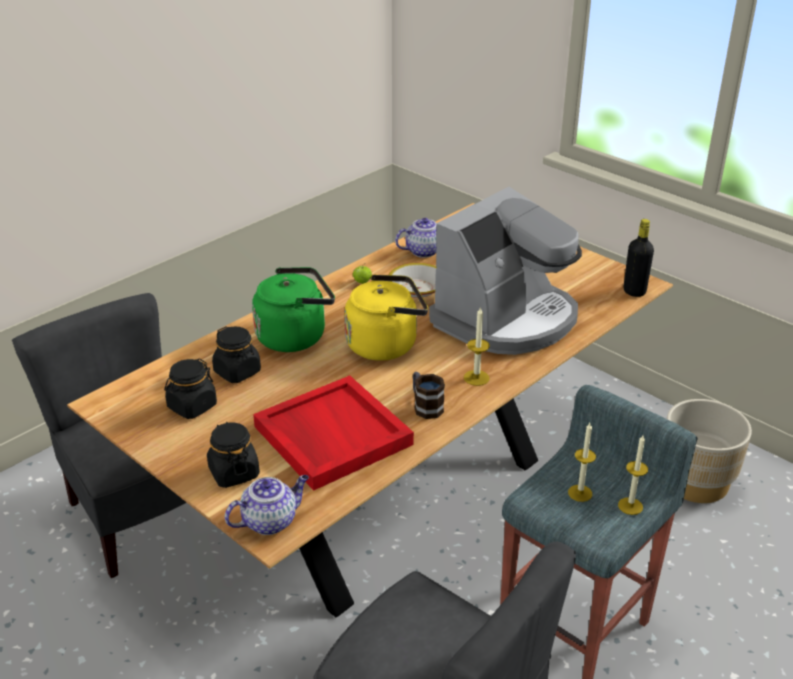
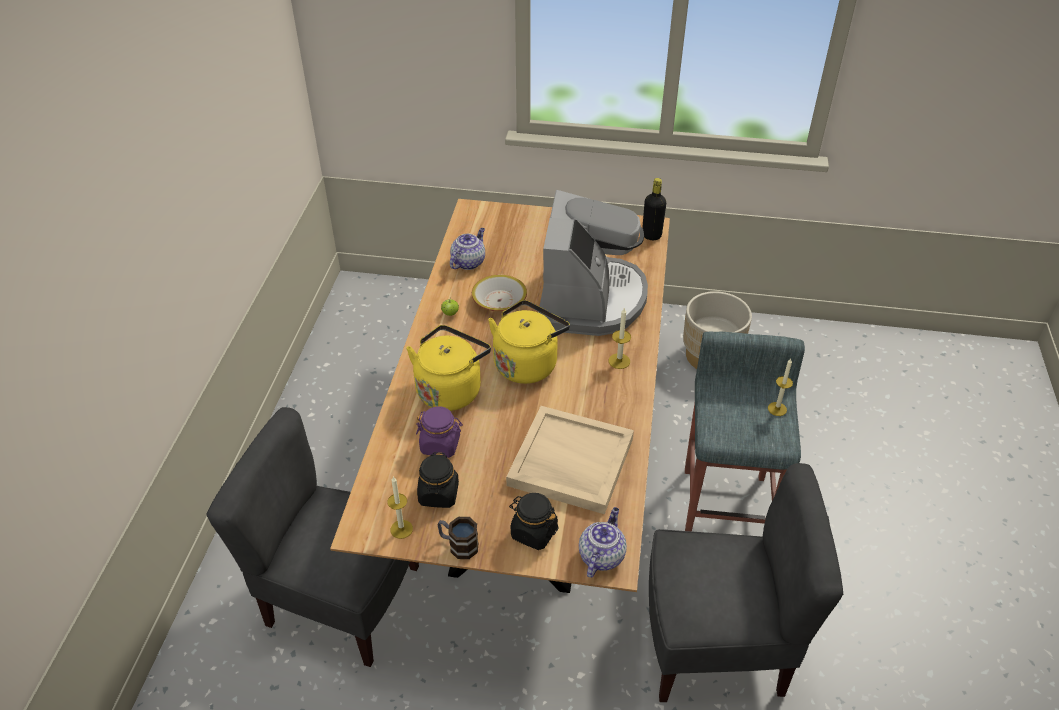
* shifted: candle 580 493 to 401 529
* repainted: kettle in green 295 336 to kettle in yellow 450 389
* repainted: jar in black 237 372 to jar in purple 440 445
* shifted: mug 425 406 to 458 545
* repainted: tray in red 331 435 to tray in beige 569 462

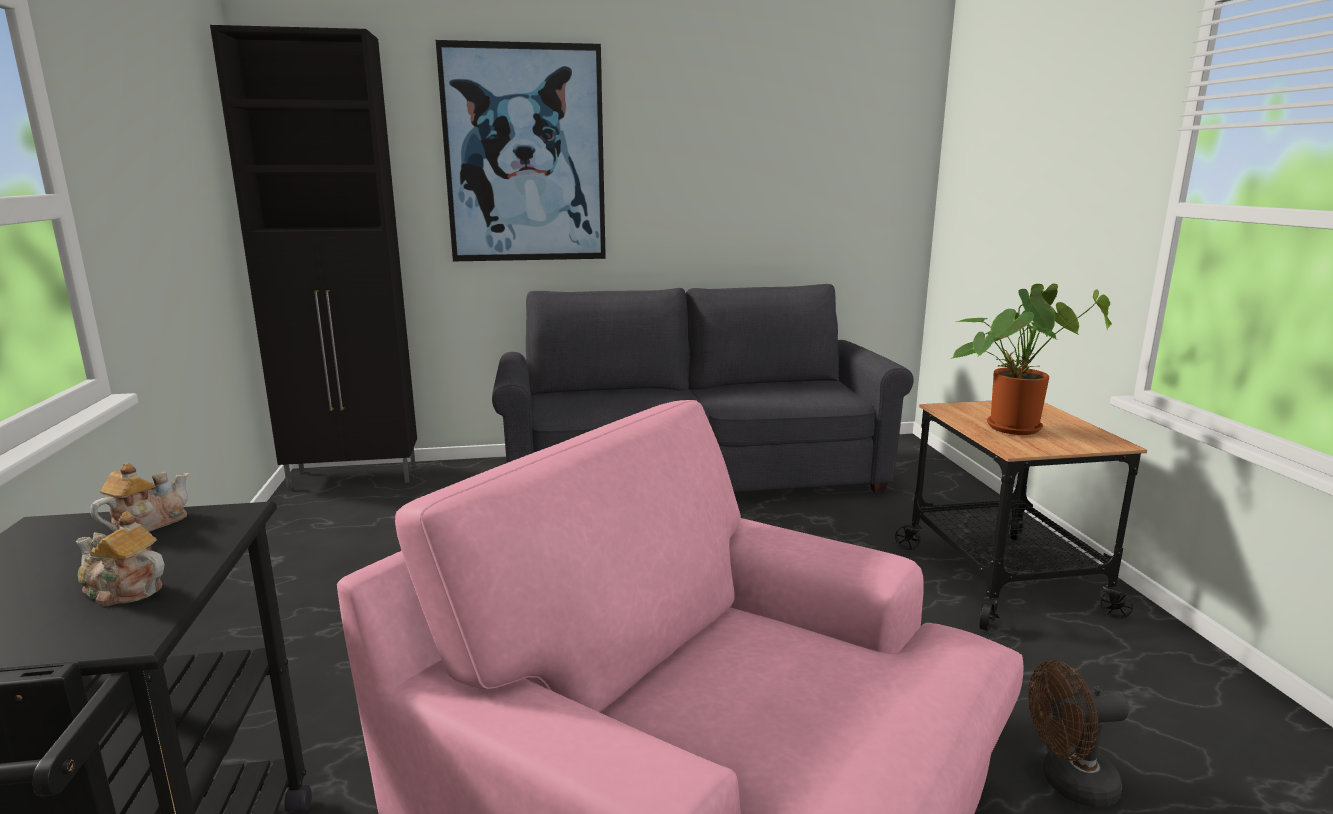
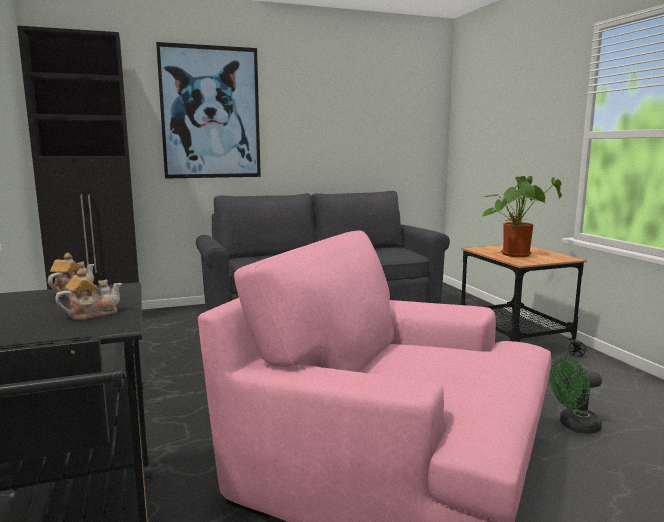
* rotated: teapot 124 591 = 92 314 135 degrees clockwise
* repainted: fan in brown 1068 783 to fan in green 574 426

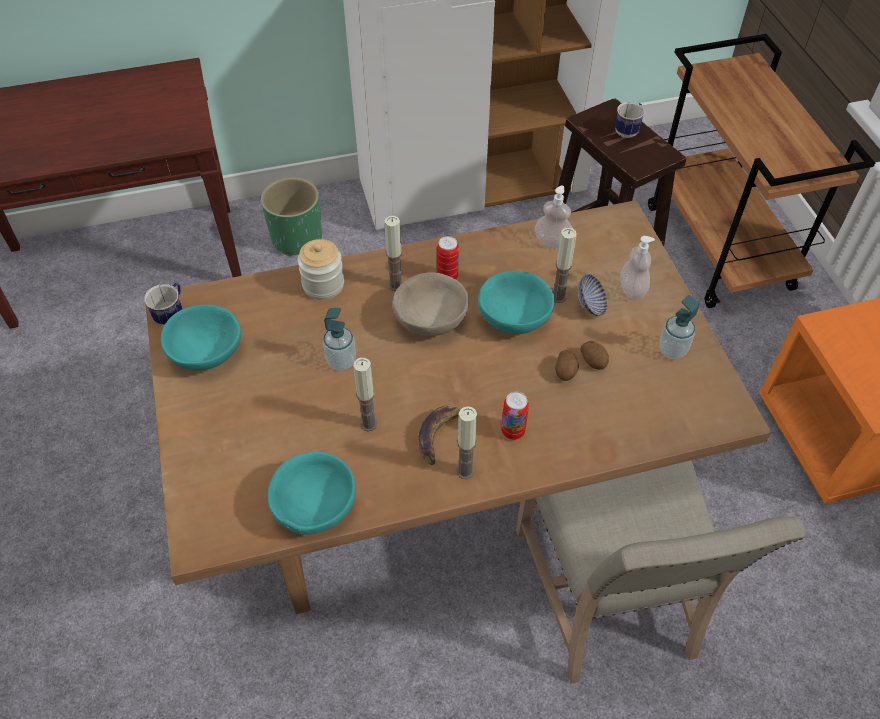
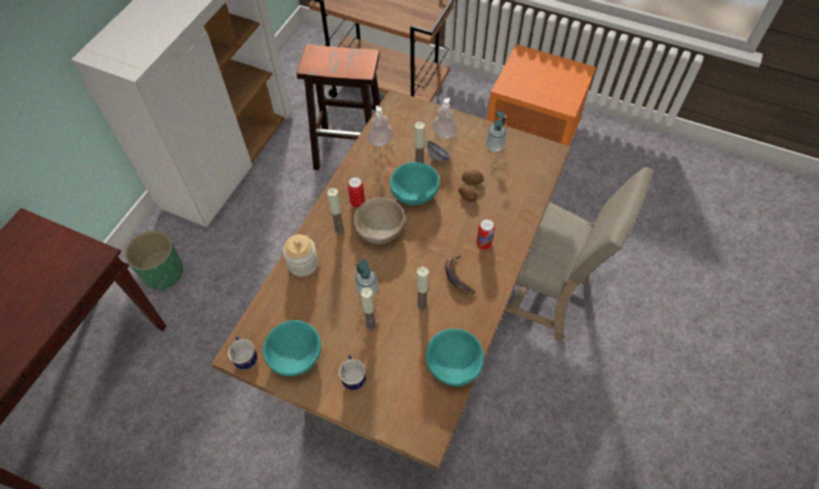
* shifted: mug 628 131 to 353 377
* shifted: candle 465 471 to 371 324

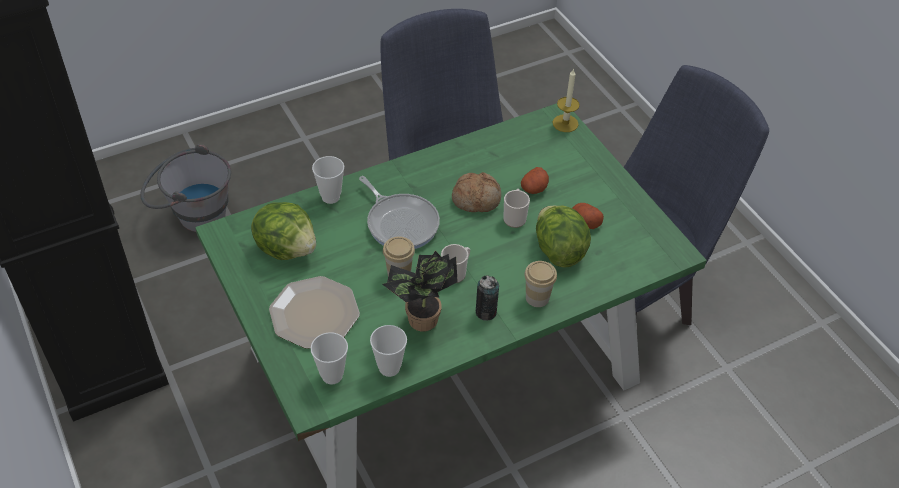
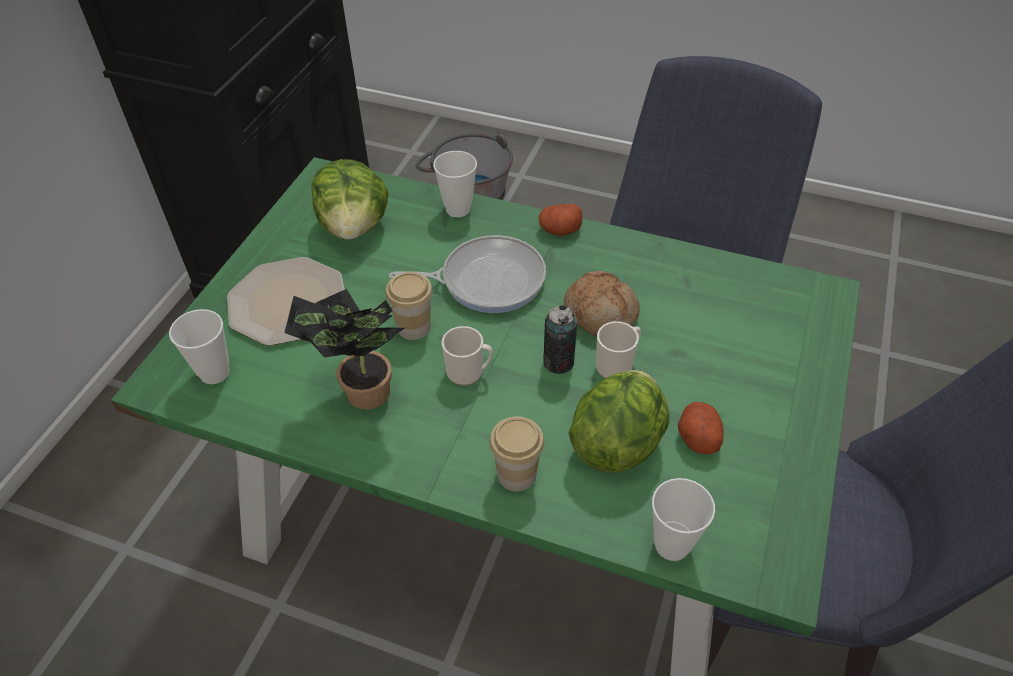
* rotated: frying pan 400 223 = 487 280 105 degrees counterclockwise
* shifted: potato 534 188 to 559 230
* shifted: can 486 312 to 558 362
* shifted: cup 389 368 to 672 545
* gone: candle 565 123

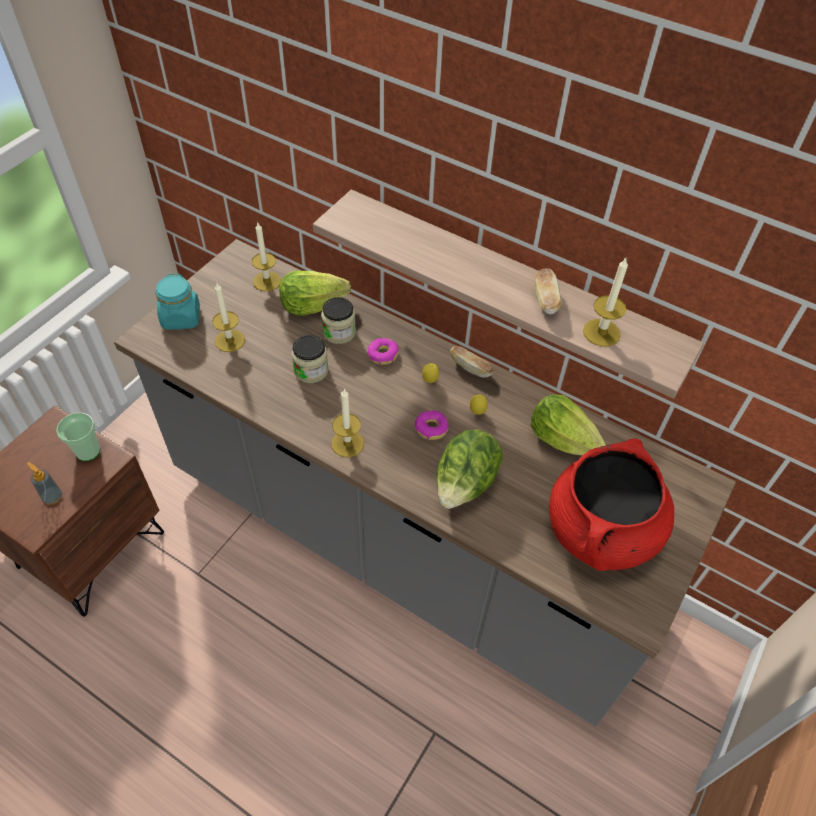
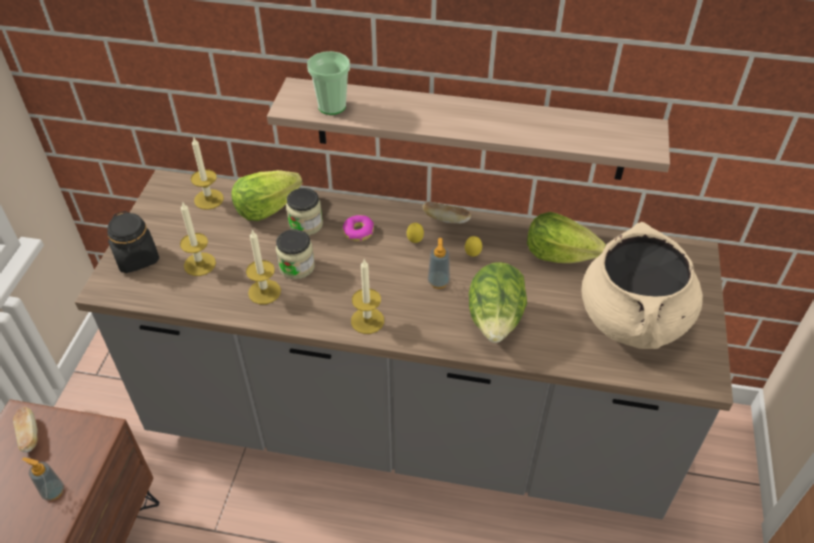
* shifted: bread 545 300 to 29 435
* repainted: jar in turquoise 181 318 to jar in black 137 258
* shifted: candle 601 332 to 264 292
* shifted: cup 88 451 to 332 106
* swapped: donut 431 428 to soap dispenser 438 282
* repainted: cooking pot in red 601 531 to cooking pot in beige 633 319

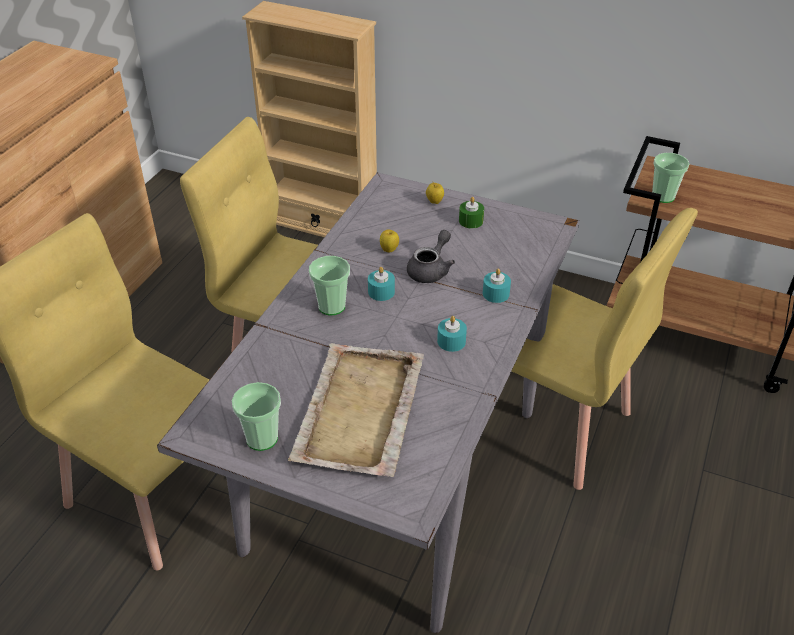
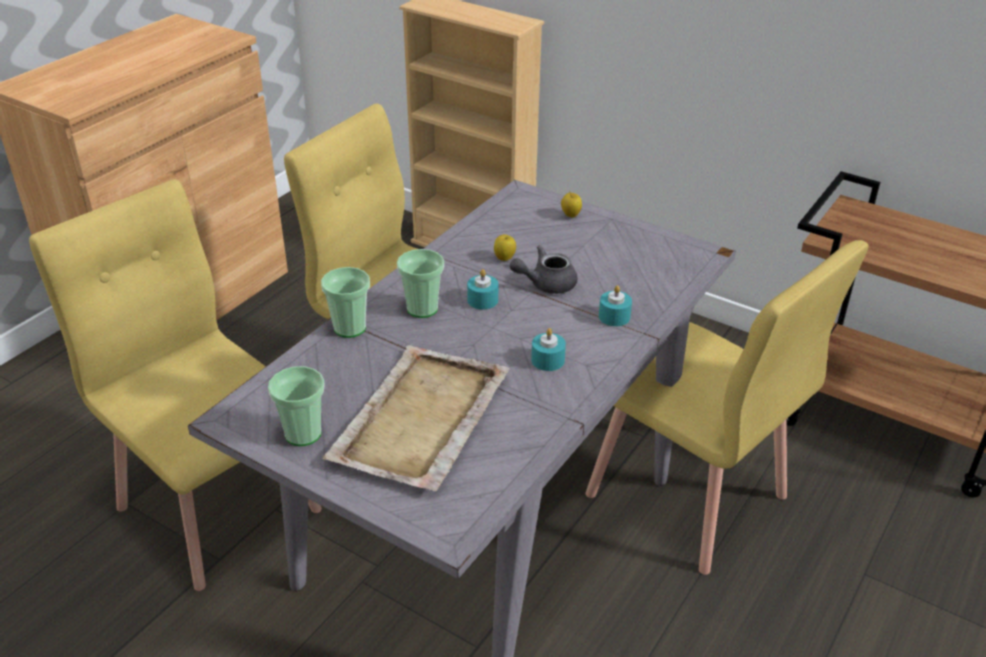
* shifted: cup 663 196 to 350 328
* rotated: teapot in grey 431 270 = 546 284 150 degrees counterclockwise
* gone: candle in green 471 221

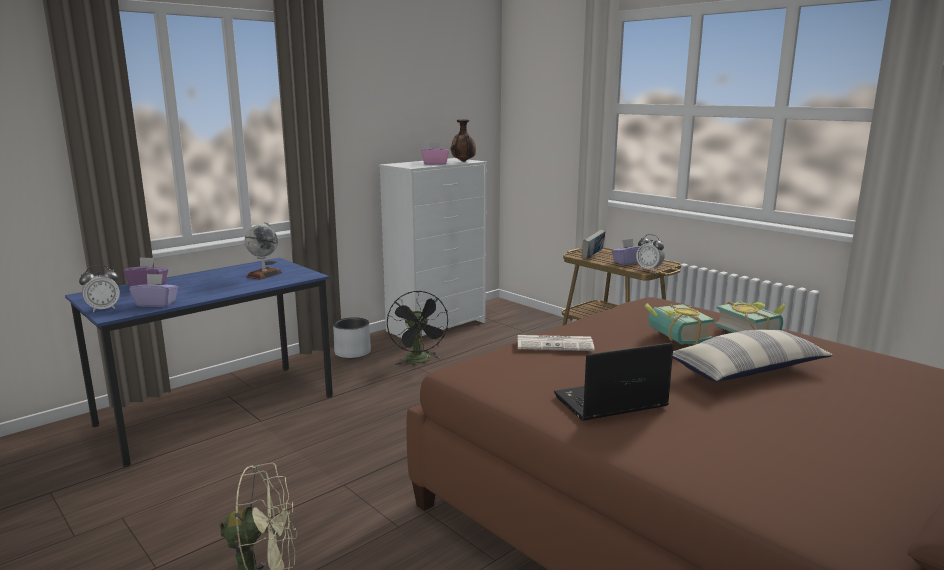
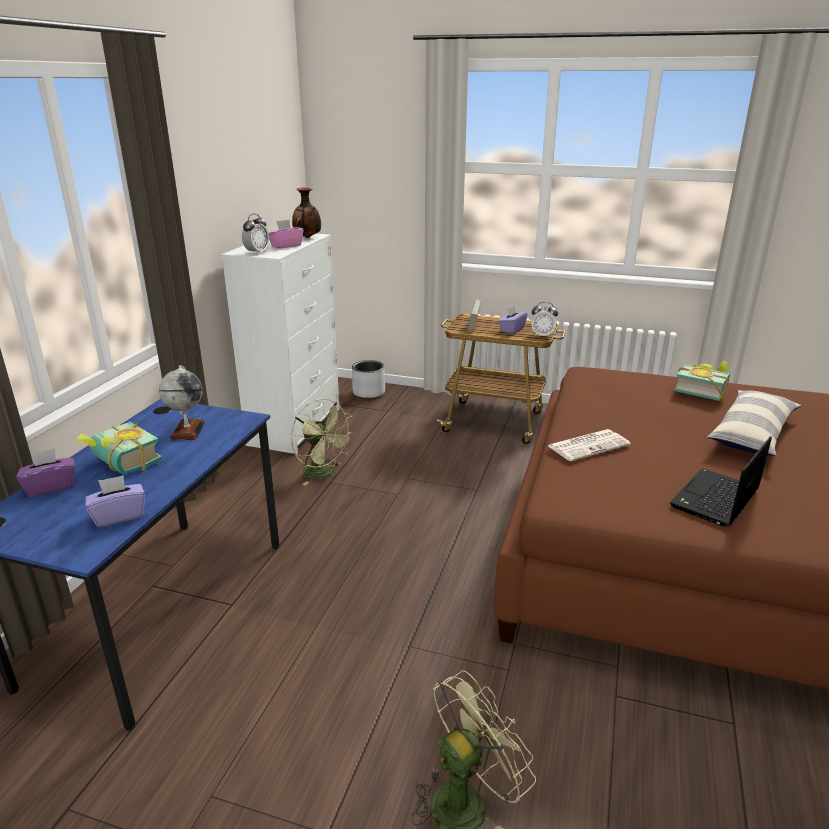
* shifted: book 673 337 to 121 464
* shifted: alarm clock 103 309 to 257 252
* repainted: fan in black 419 361 to fan in green 323 474
* shifted: planter in grey 353 353 to 369 392

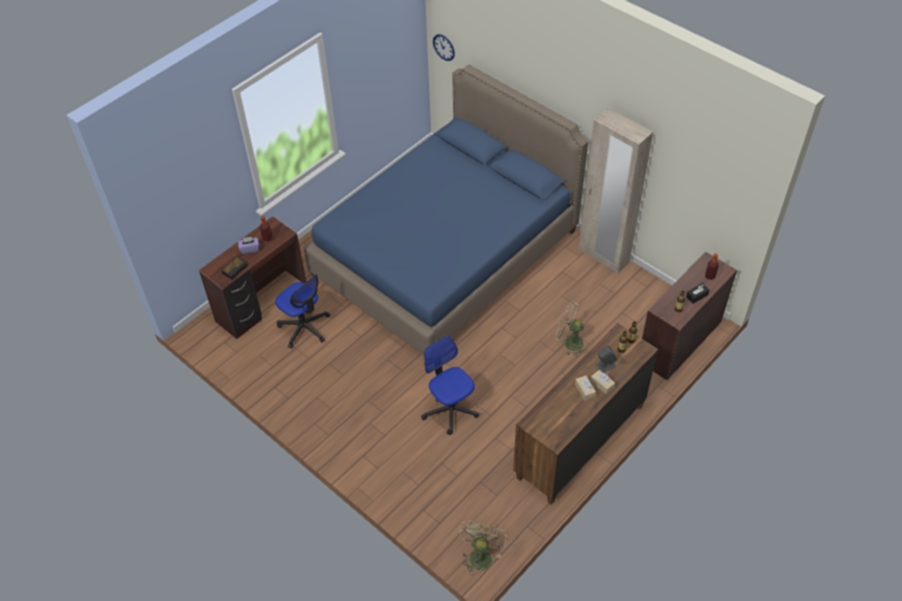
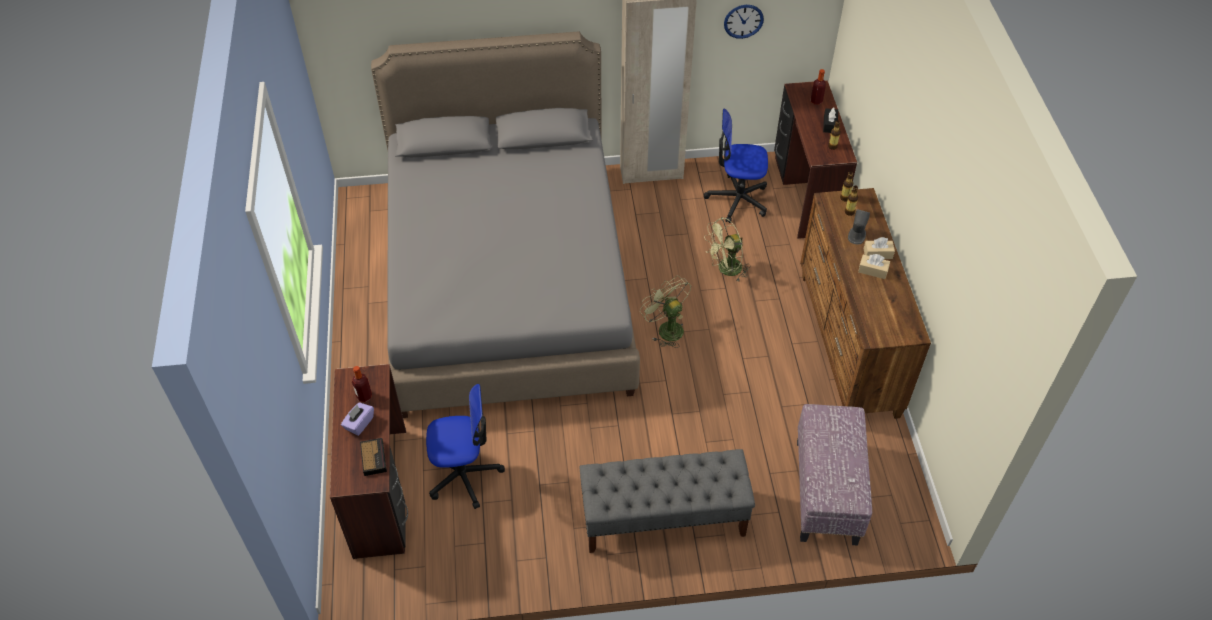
* repainted: bed in blue 445 254 to bed in grey 507 283
* new: bench in grey 663 519
* shifted: fan in green 480 554 to 666 328
* shifted: office chair 450 409 to 737 199
* shifted: wall clock 444 47 to 743 21
* new: ottoman 825 490

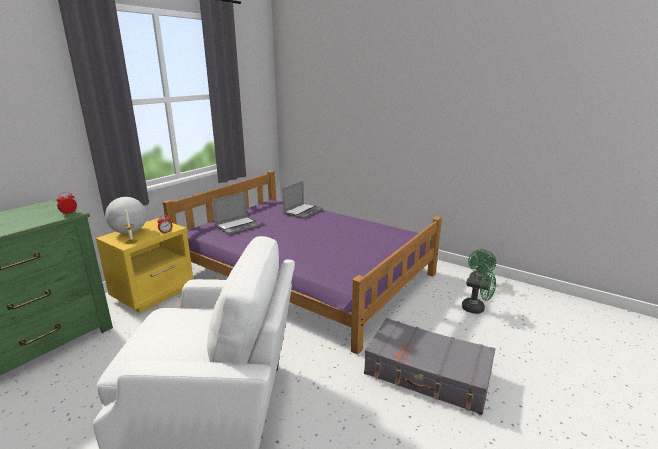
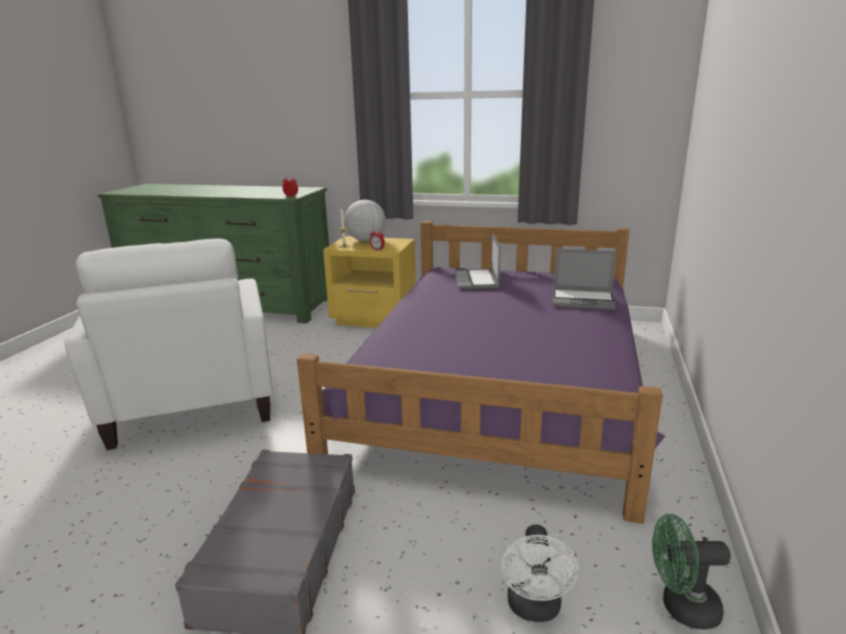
* rotated: laptop 238 226 = 477 281 60 degrees clockwise
* repainted: fan in green 477 309 to fan in white 535 609

